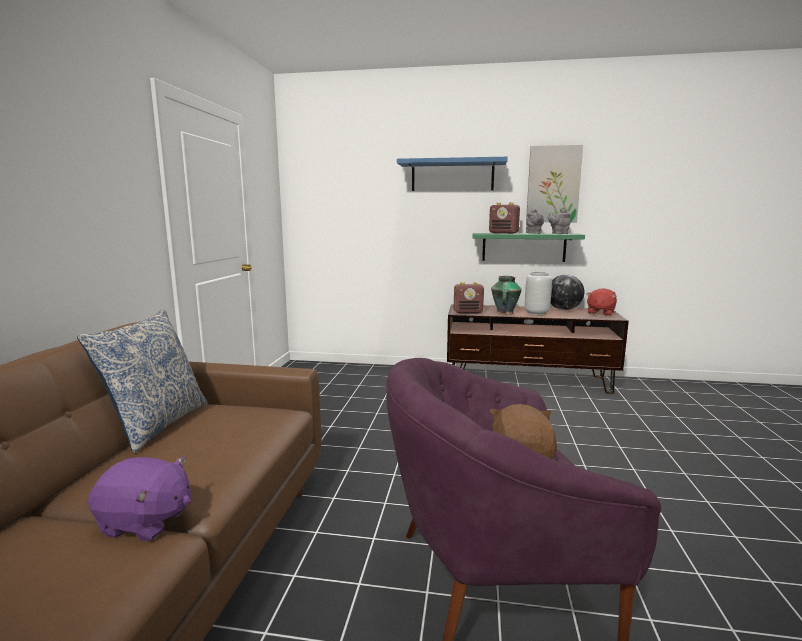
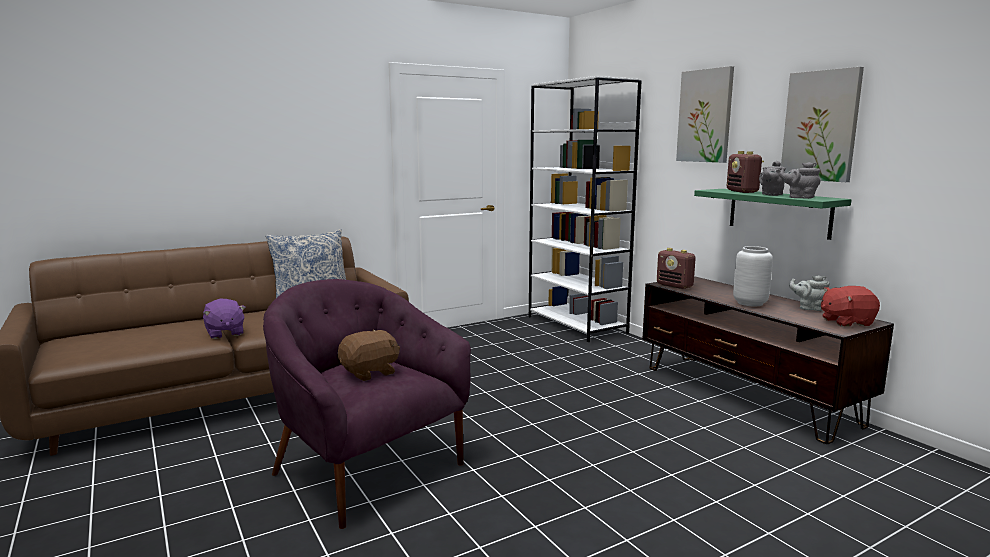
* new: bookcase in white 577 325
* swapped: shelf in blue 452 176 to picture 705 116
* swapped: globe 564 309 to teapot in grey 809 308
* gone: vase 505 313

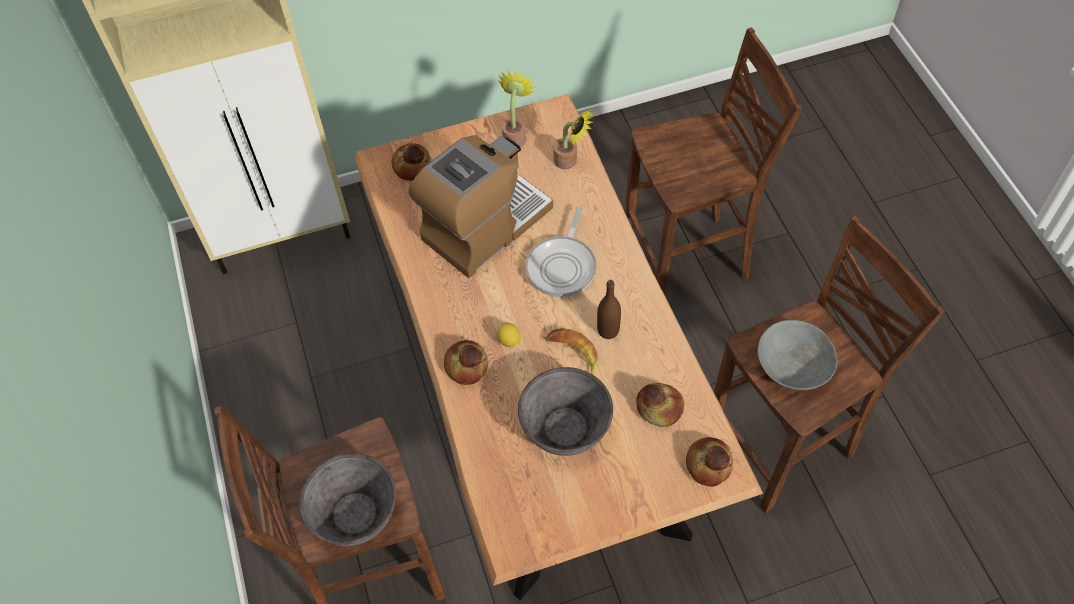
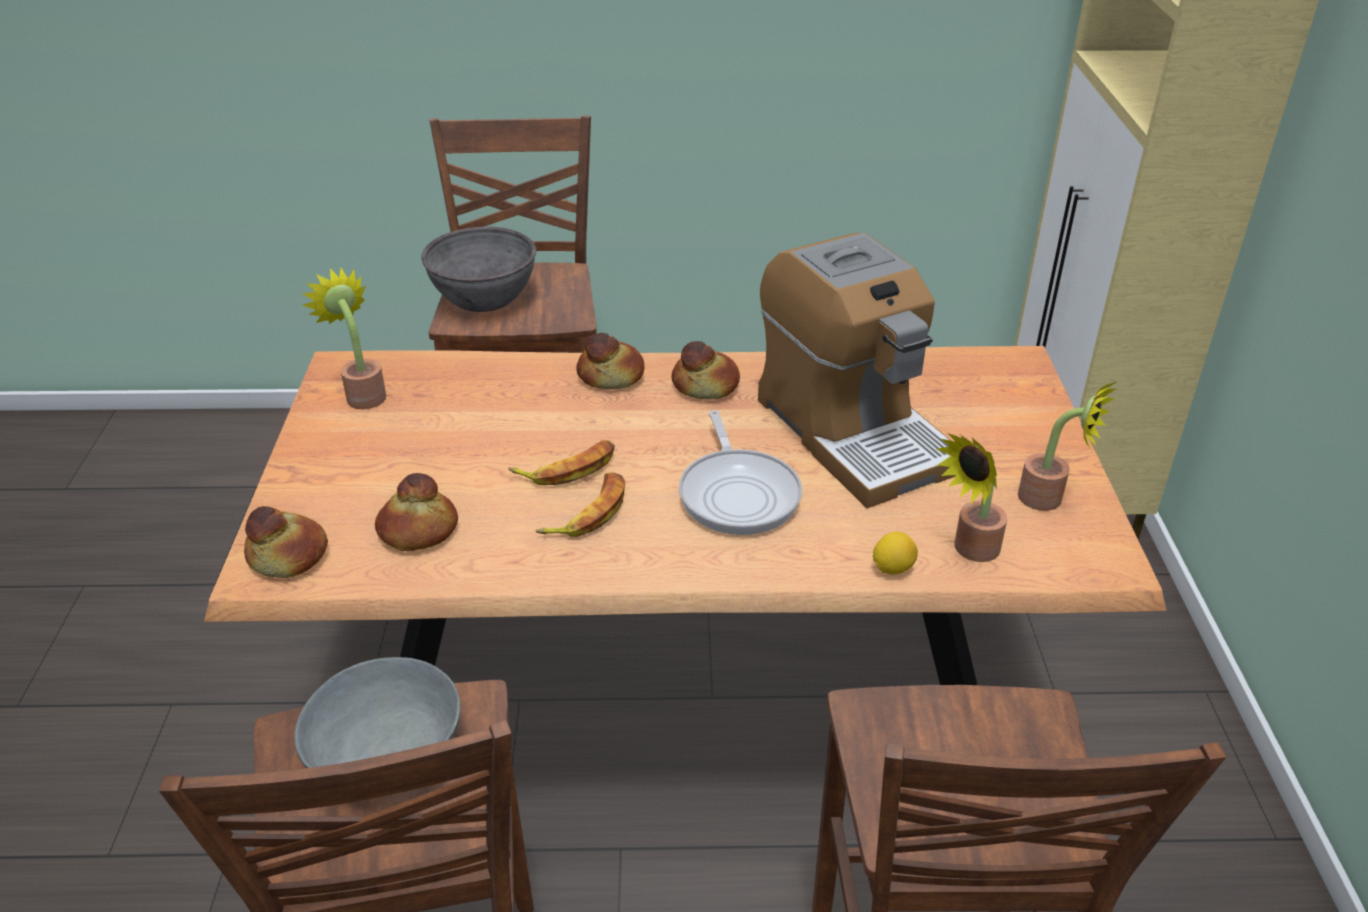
* new: potted plant 363 394
* swapped: bottle in brown 608 330 to banana 588 512
* shifted: bread 412 166 to 705 386
* rotated: frying pan 563 266 = 738 493 135 degrees counterclockwise
* shifted: lemon 509 341 to 892 568
* gone: bowl in grey 565 427

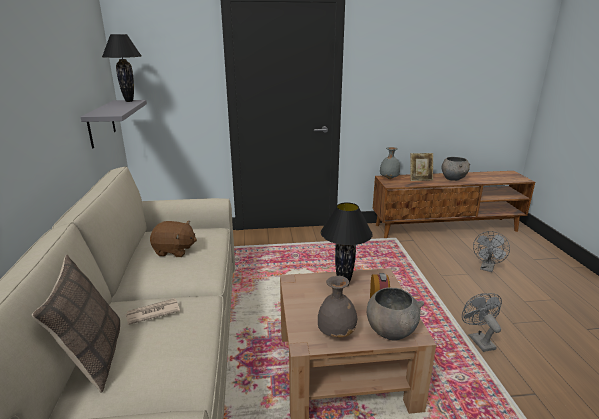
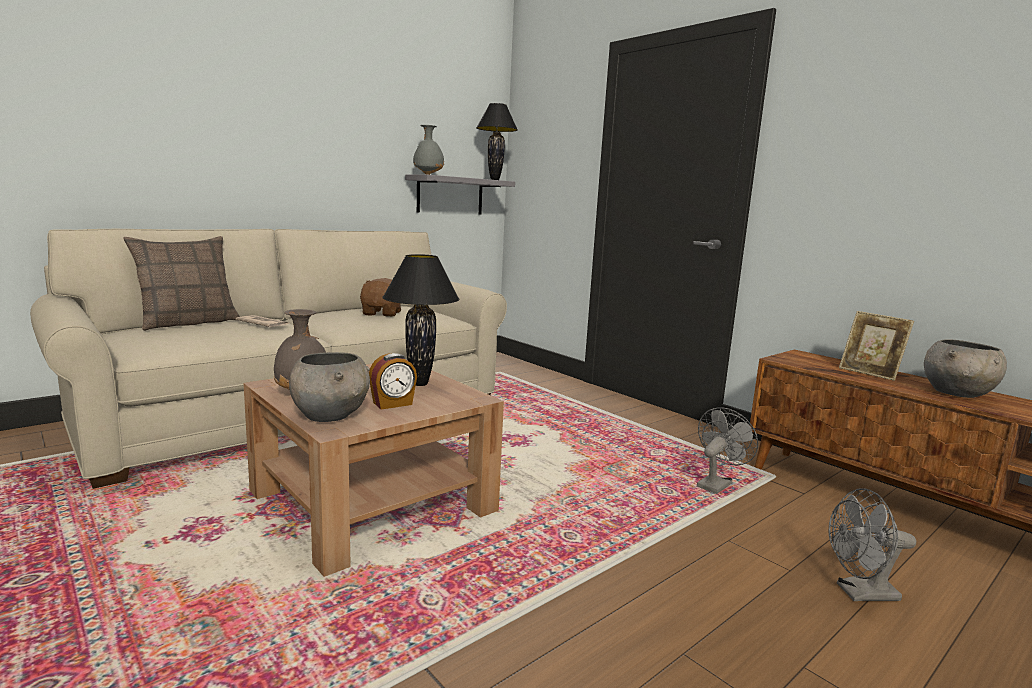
* rotated: plush toy in brown 174 251 = 382 313 150 degrees counterclockwise
* shifted: vase in grey 388 178 to 428 175
* shifted: fan in grey 478 340 to 716 484

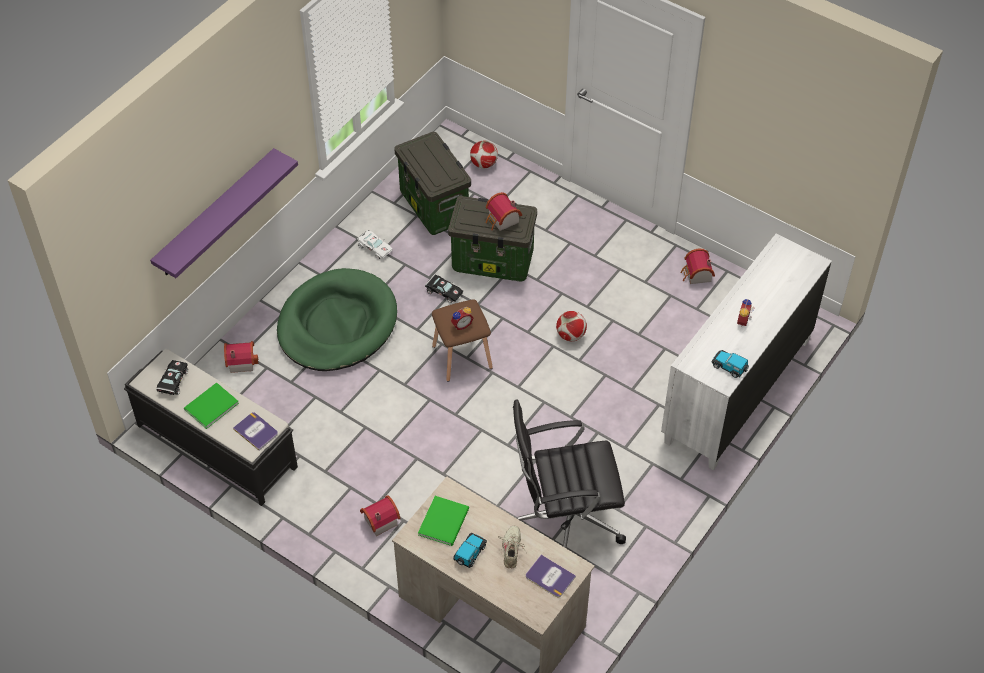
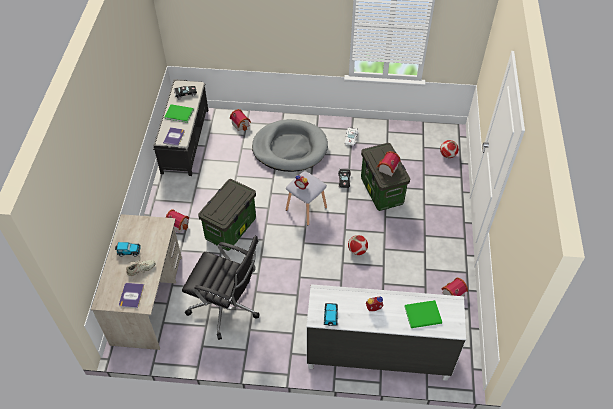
* rotated: office chair in black 564 520 = 226 307 150 degrees clockwise
* shifted: storage box 435 207 to 231 229
* repainted: dog bed in green 337 324 to dog bed in grey 290 148
* repainted: stool in brown 461 357 to stool in grey 305 208
* shifted: book in green 445 521 to 424 315
* gone: shelf in purple 216 214

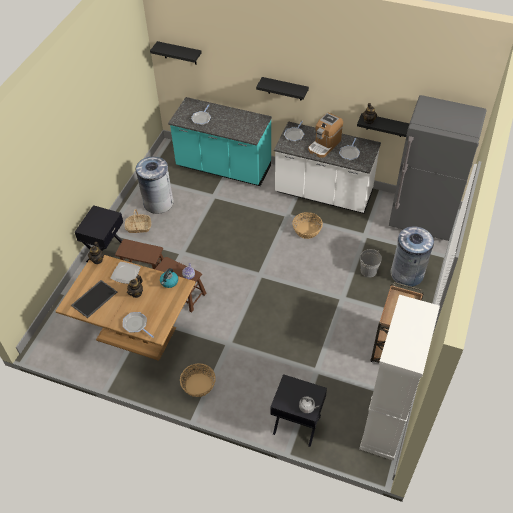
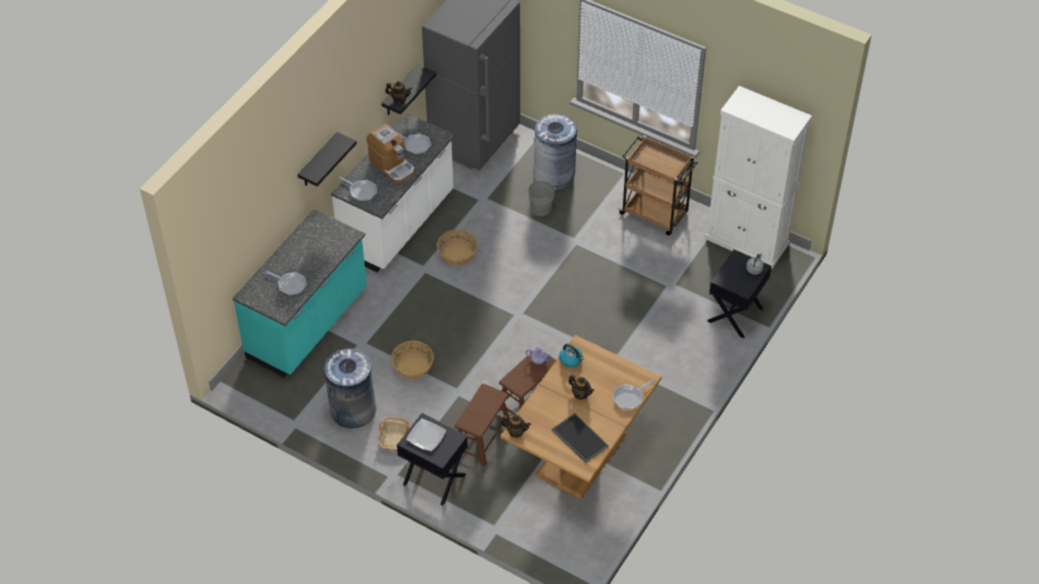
* shifted: basket 198 385 to 413 366
* shifted: plate 126 274 to 426 436
* gone: shelf in black 180 53

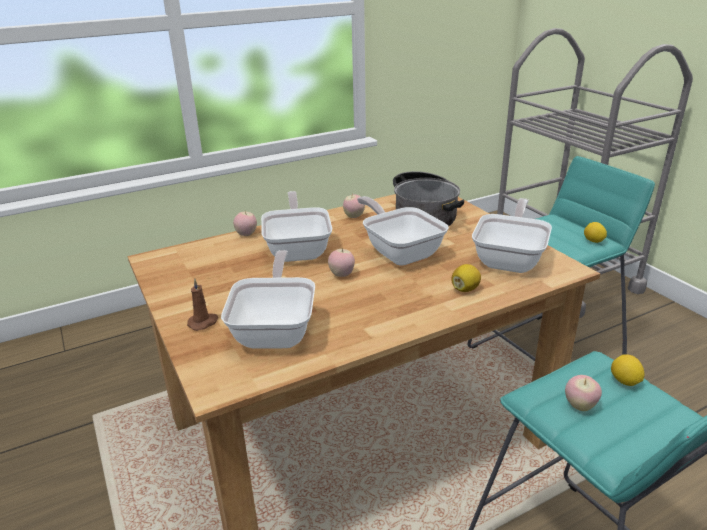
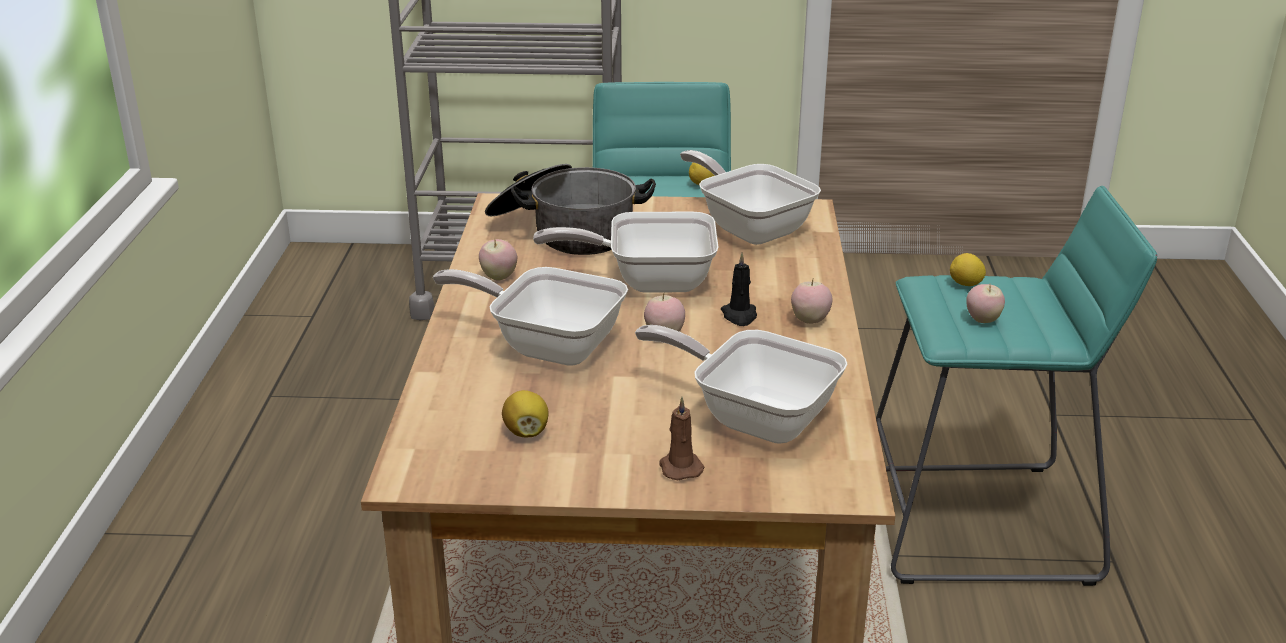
* shifted: lemon 465 289 to 526 432
* new: candle in black 739 316
* shifted: apple 246 234 to 810 321

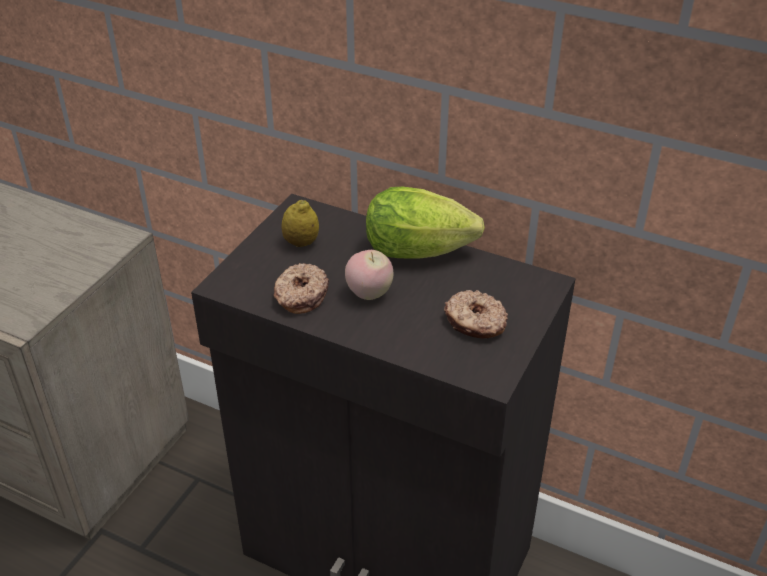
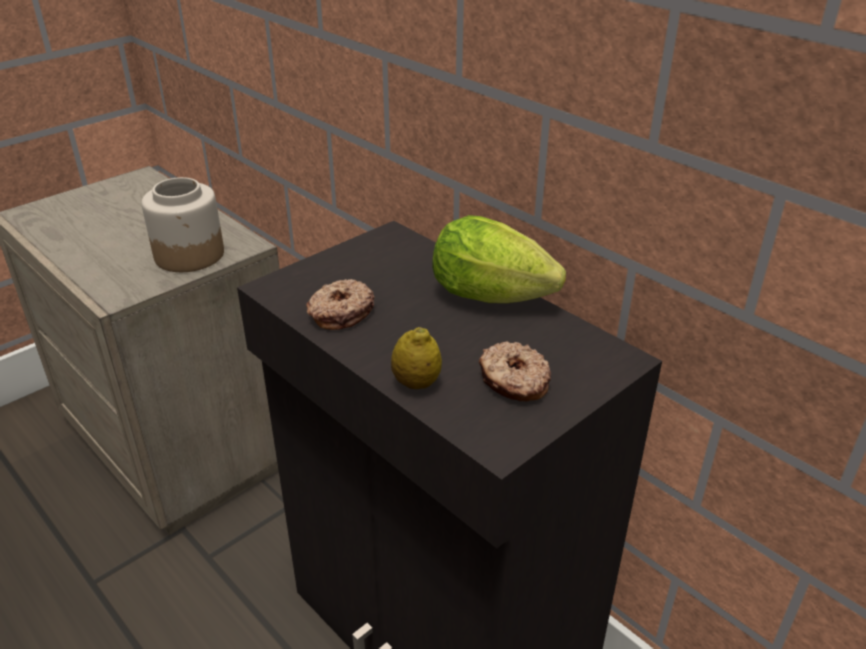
* new: jar 190 254
* shifted: lemon 301 243 to 416 383
* gone: apple 369 294

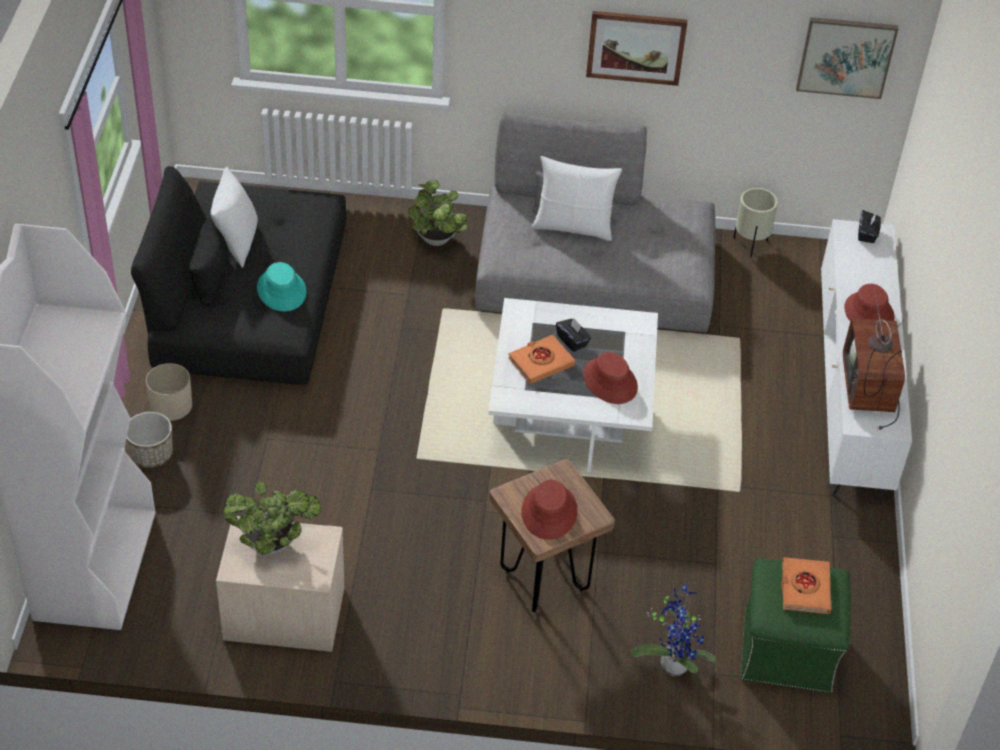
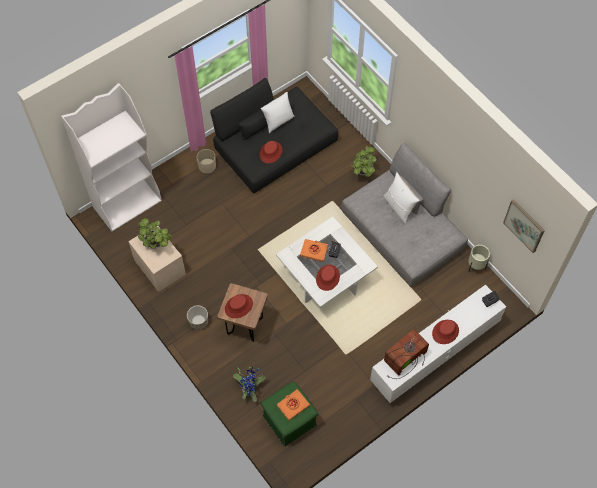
* shifted: planter 151 454 to 198 322
* repainted: hat in turquoise 282 290 to hat in red 271 152
* gone: picture 636 47

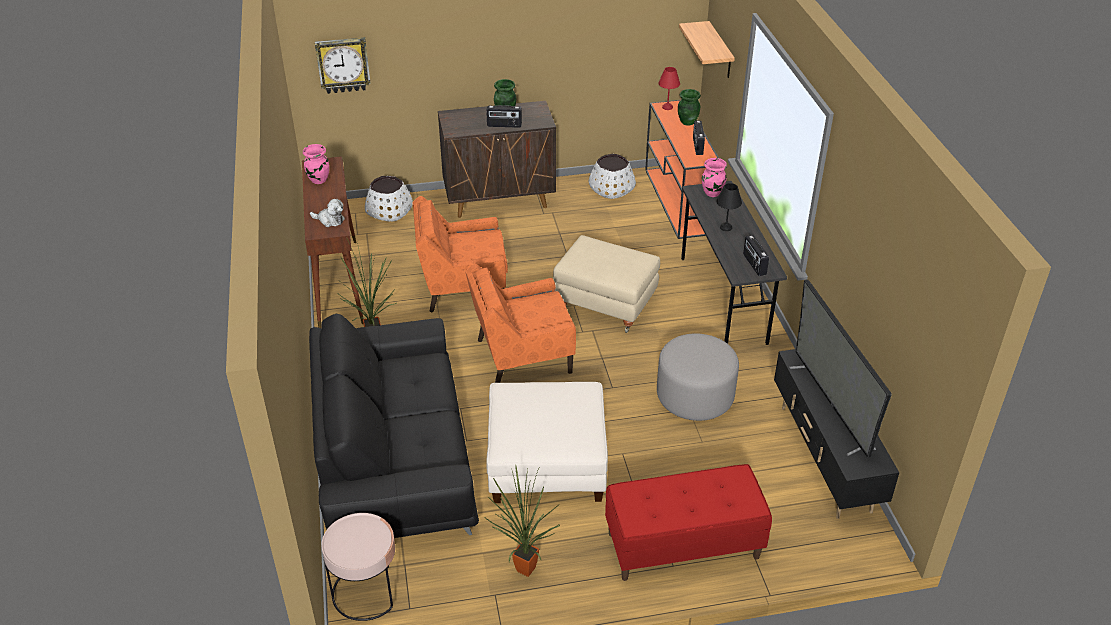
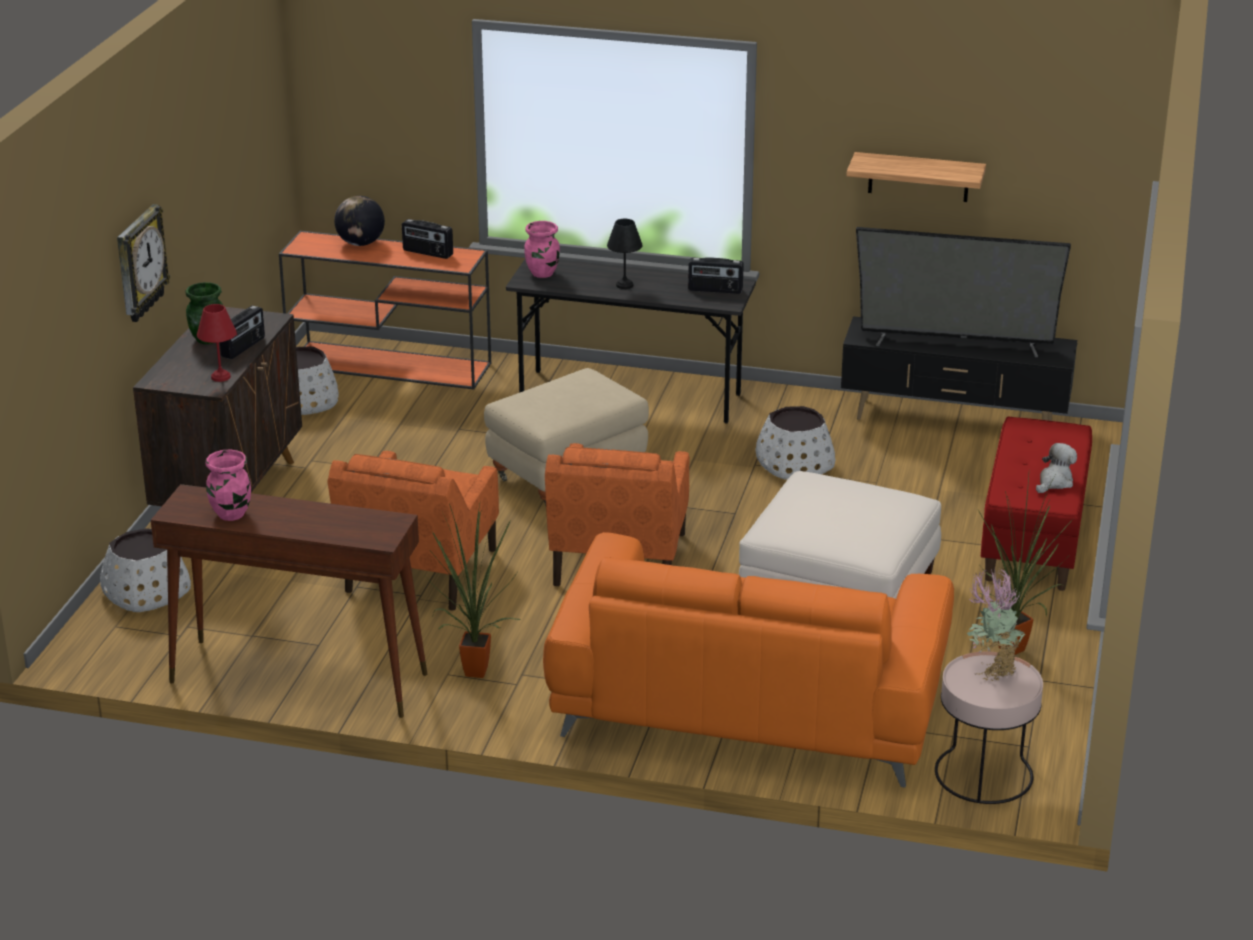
* shifted: wall clock 343 65 to 139 264
* shifted: table lamp in red 667 107 to 220 377
* swapped: vase in green 687 122 to globe 360 243
* repainted: sofa in black 395 458 to sofa in orange 748 704
* swapped: ottoman in grey 694 396 to planter in white 794 465
* shifted: shelf 720 51 to 918 177
* new: potted plant 992 669
* shifted: plush toy 330 220 to 1054 482

